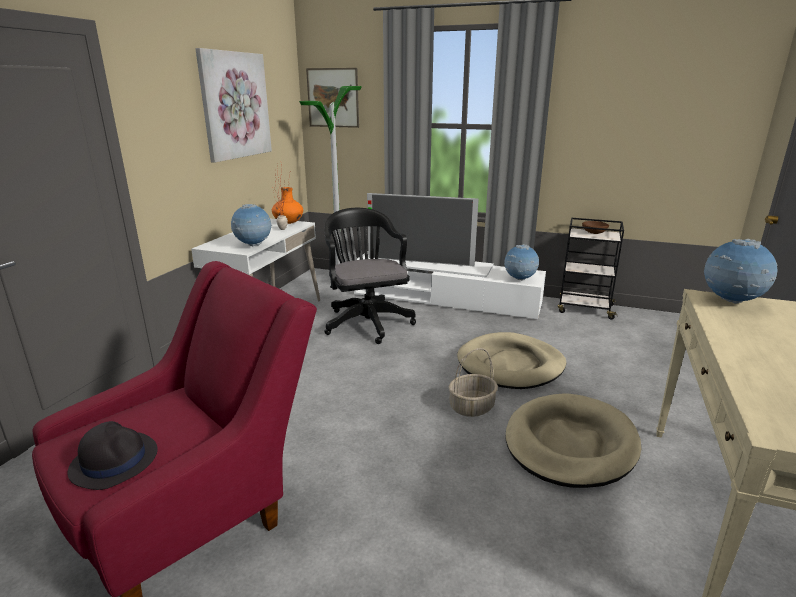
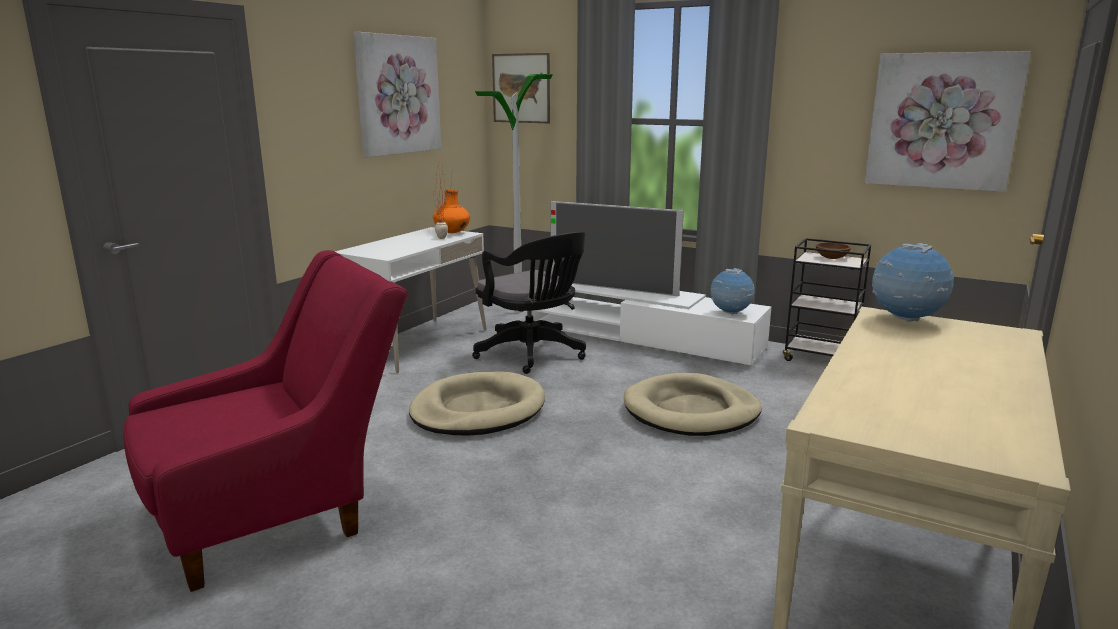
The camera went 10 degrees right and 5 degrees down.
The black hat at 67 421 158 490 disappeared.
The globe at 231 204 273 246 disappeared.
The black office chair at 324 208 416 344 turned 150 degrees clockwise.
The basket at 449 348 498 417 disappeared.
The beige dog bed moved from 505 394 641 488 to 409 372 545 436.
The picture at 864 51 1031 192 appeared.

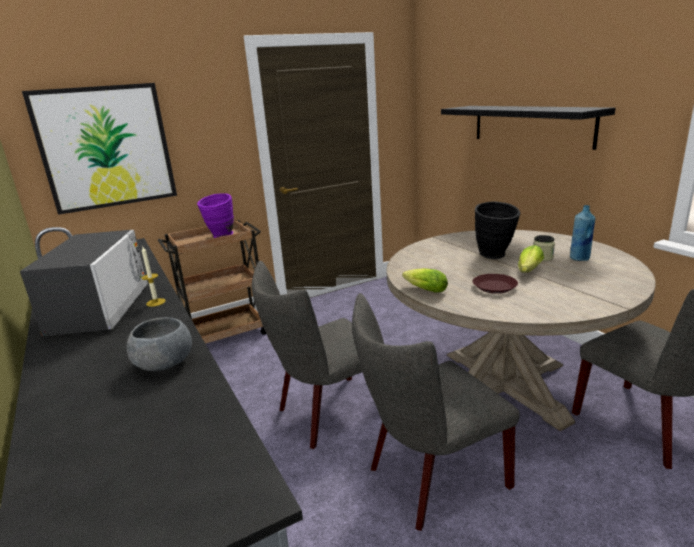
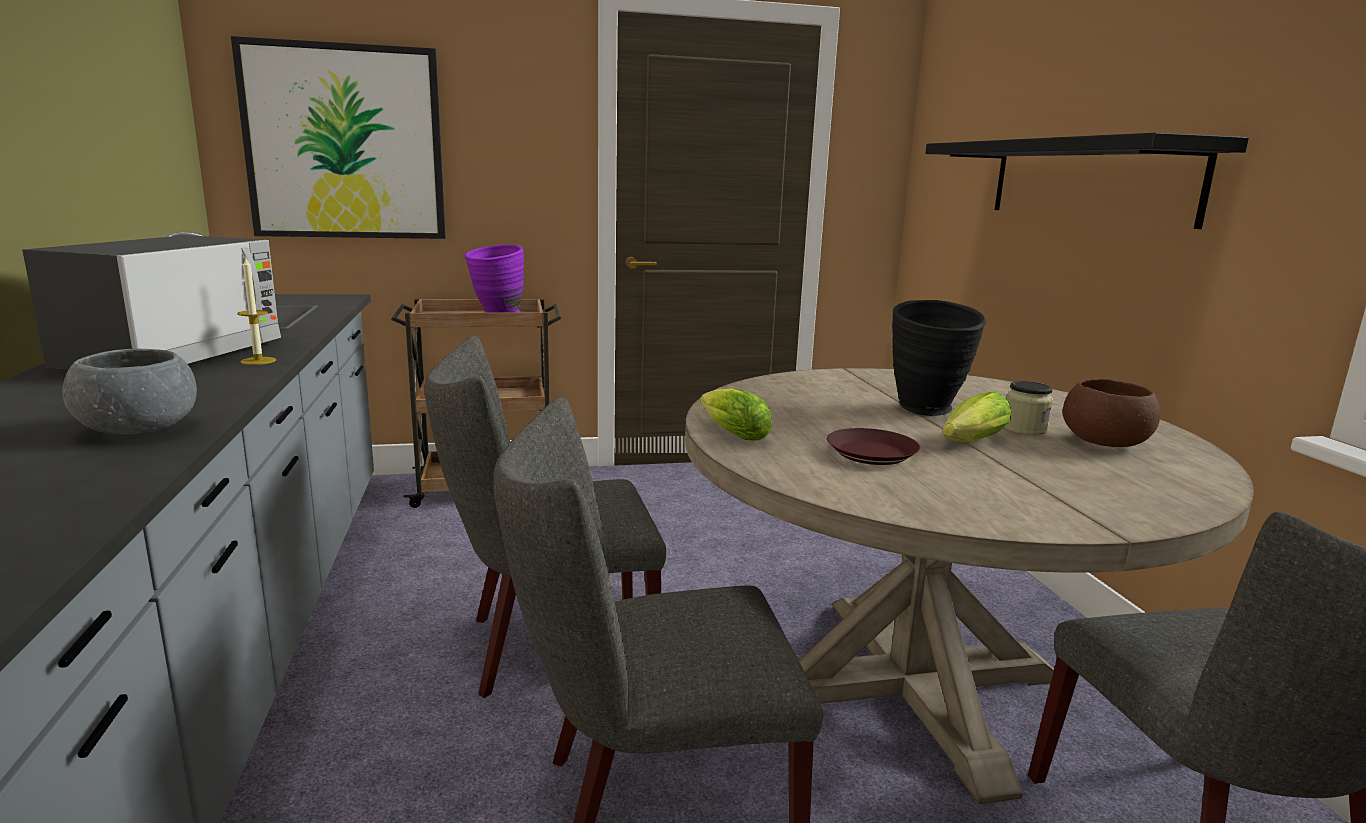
The camera went 15 degrees right and 5 degrees down.
The blue bottle at 570 205 595 261 was replaced by the brown bowl at 1063 378 1160 447.

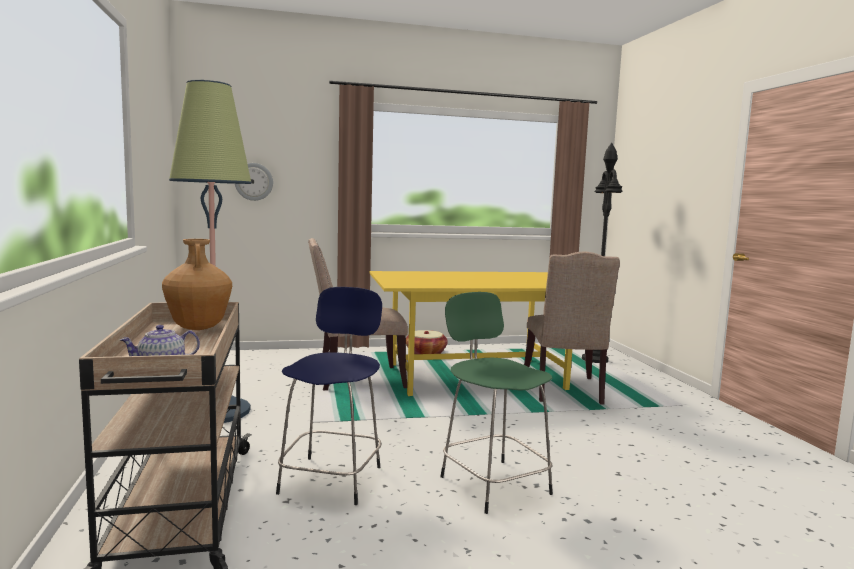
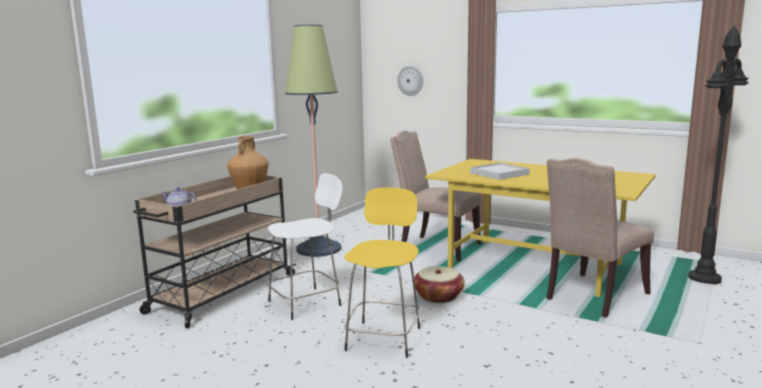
The camera went 45 degrees right and 5 degrees up.
The blue stool at 276 287 382 505 became the white stool at 267 173 343 320.
The basket moved from 406 330 448 354 to 414 266 465 303.
The green stool at 440 292 553 514 became the yellow stool at 344 187 421 358.
The white tray at 470 162 530 180 appeared.

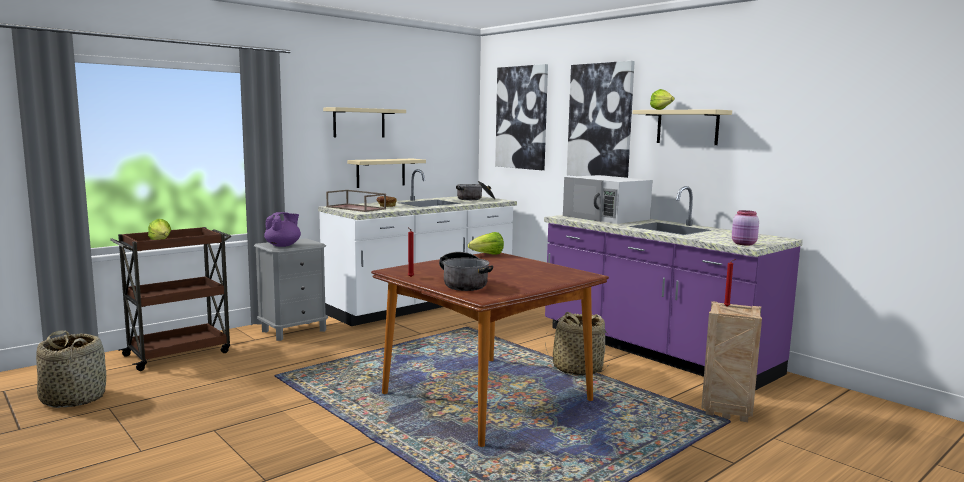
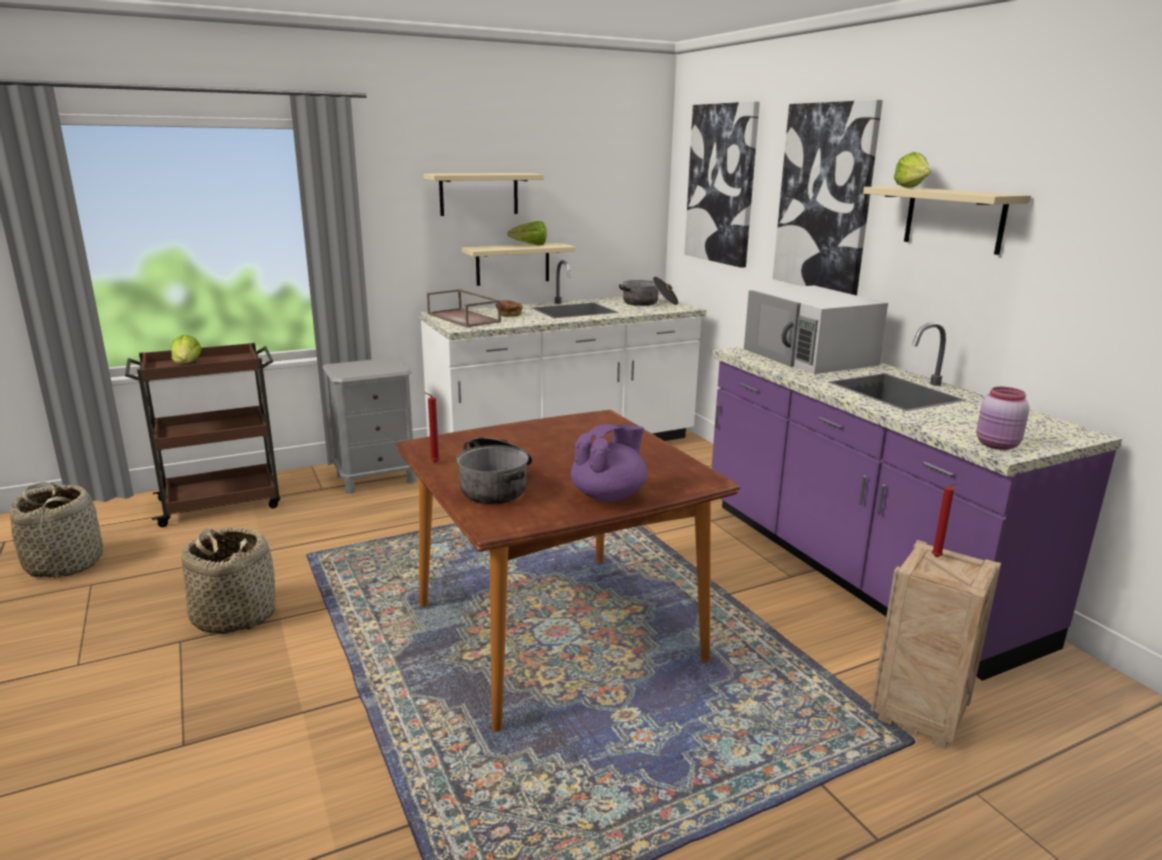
The camera went 15 degrees right and 10 degrees up.
The purple teapot moved from 264 212 301 247 to 571 424 647 502.
The lettuce moved from 468 232 504 255 to 507 221 547 245.
The basket moved from 545 312 609 376 to 182 527 275 634.

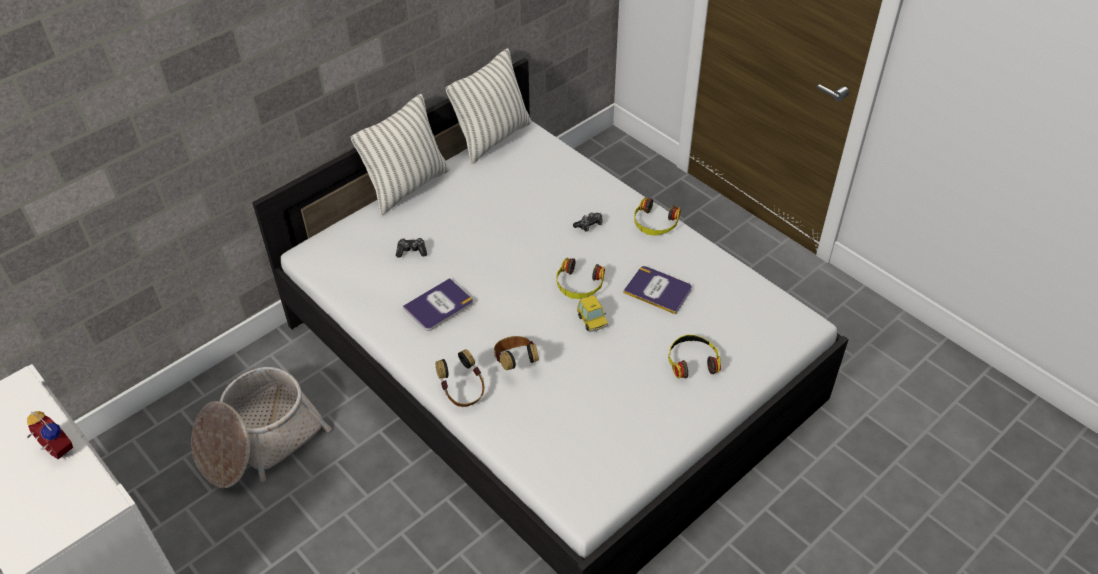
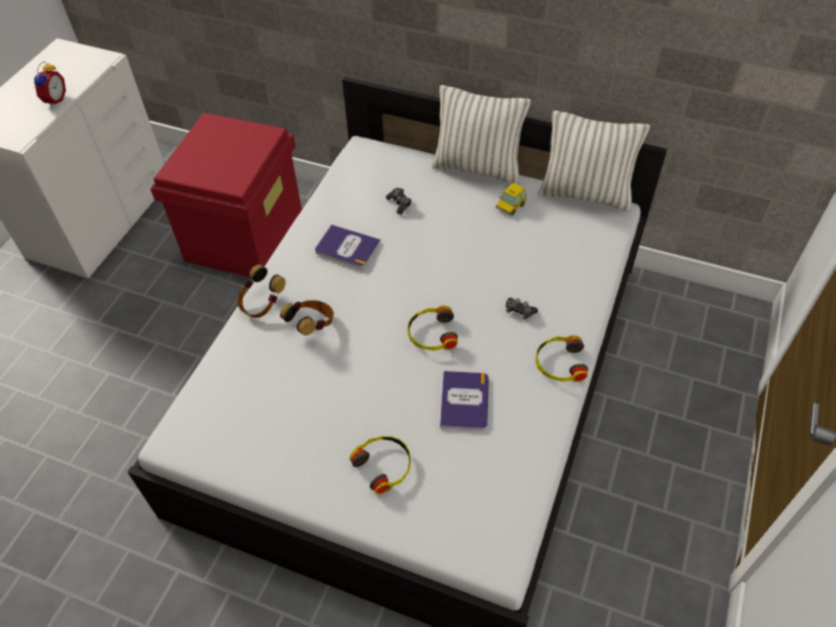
The camera went 65 degrees right and 5 degrees up.
The basket at 191 367 332 488 was replaced by the red storage box at 151 113 302 277.
The toy car moved from 577 295 608 332 to 495 183 526 216.

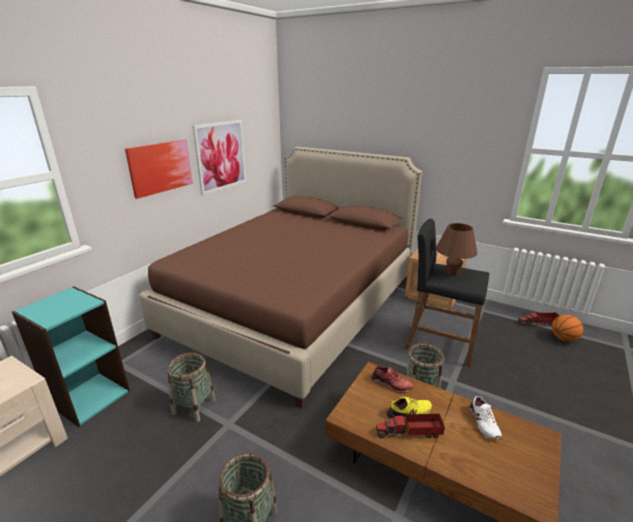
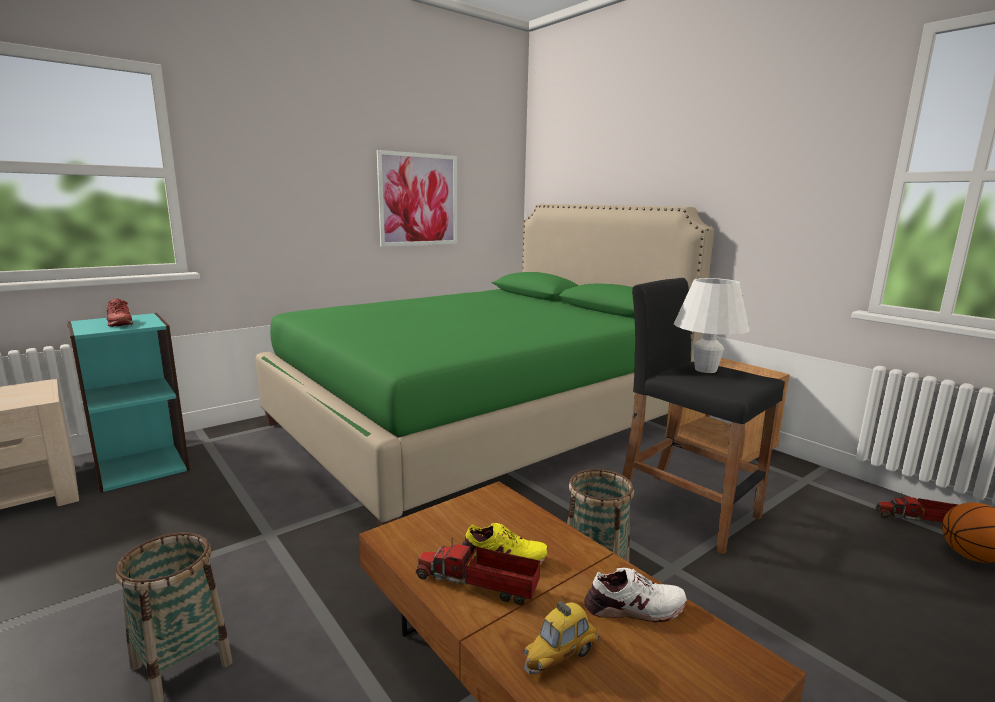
The camera went 20 degrees right and 10 degrees down.
The picture at 125 140 193 199 disappeared.
The brown bed at 139 147 423 408 became the green bed at 255 204 714 527.
The basket at 168 352 216 422 disappeared.
The red shoe moved from 371 365 414 394 to 107 298 133 327.
The brown table lamp at 436 223 477 276 became the white table lamp at 674 278 750 373.
The white shoe at 469 396 502 439 turned 105 degrees counterclockwise.
The toy car at 523 601 600 675 appeared.

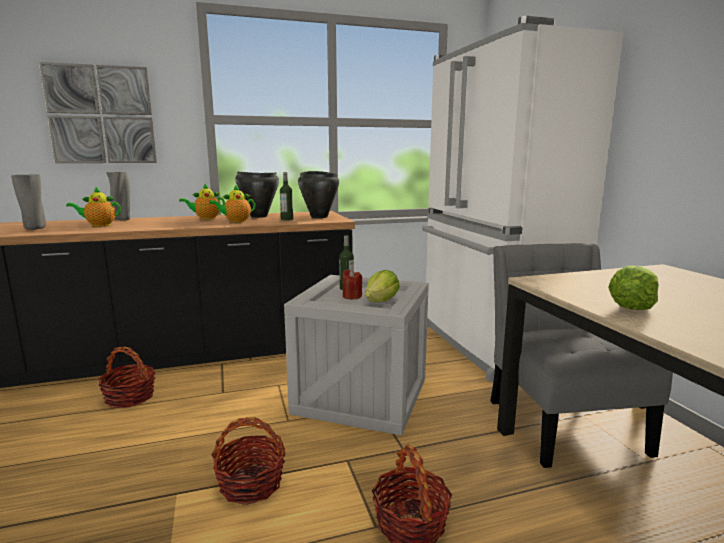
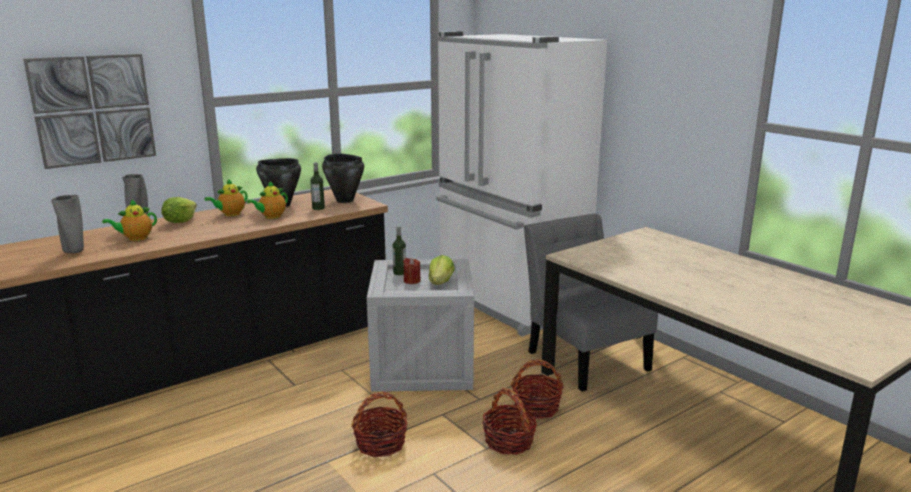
The camera went 20 degrees left and 5 degrees up.
The basket moved from 98 346 155 408 to 510 360 564 419.
The lettuce moved from 608 266 659 310 to 161 197 197 223.

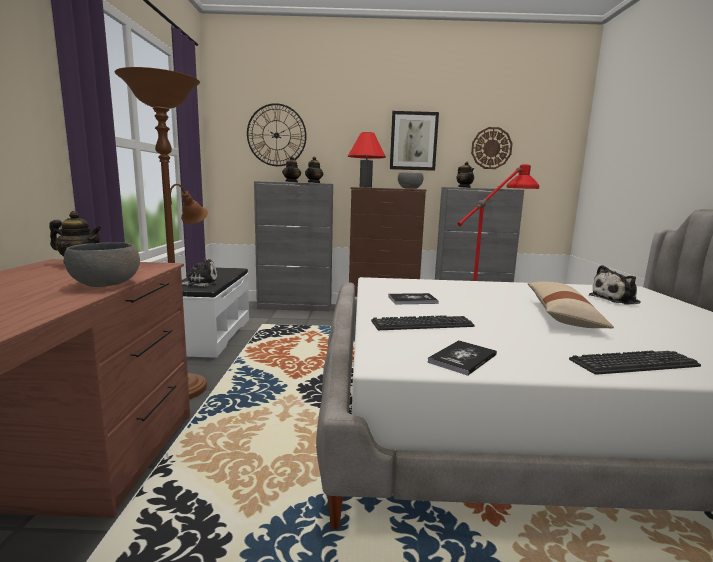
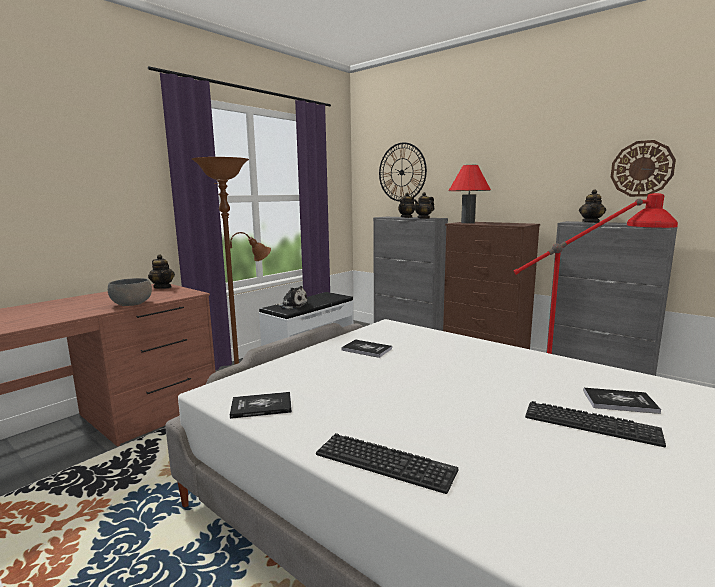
The camera went 40 degrees right and 0 degrees up.
The keyboard moved from 371 315 475 330 to 525 401 666 447.
The picture at 390 111 439 171 disappeared.
The grey bowl at 398 172 423 189 disappeared.
The beige pillow at 527 282 614 328 disappeared.
The plush toy at 589 265 641 305 was replaced by the book at 584 388 661 414.

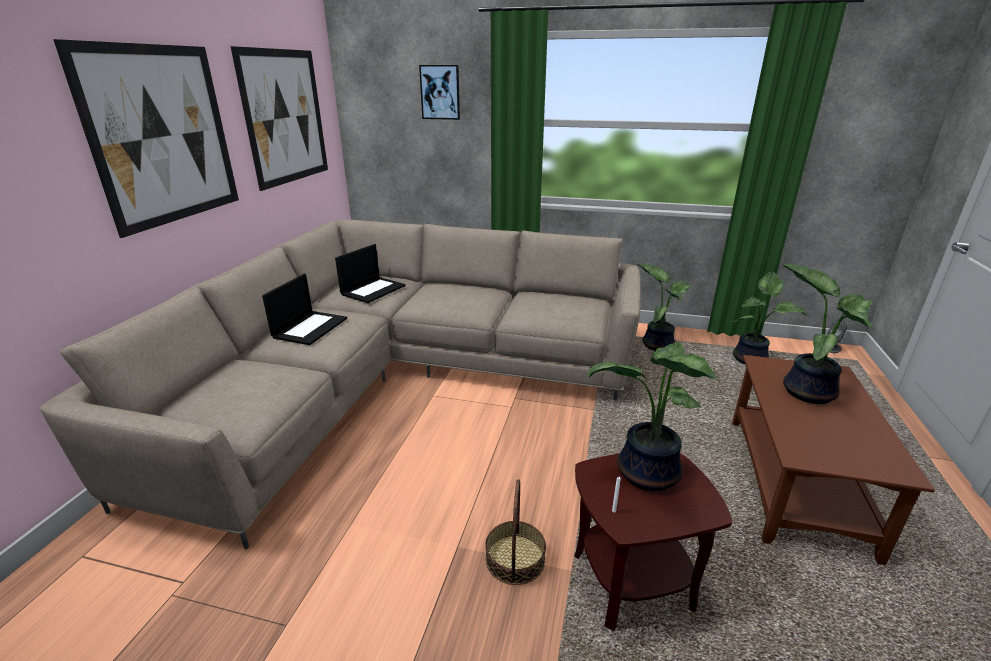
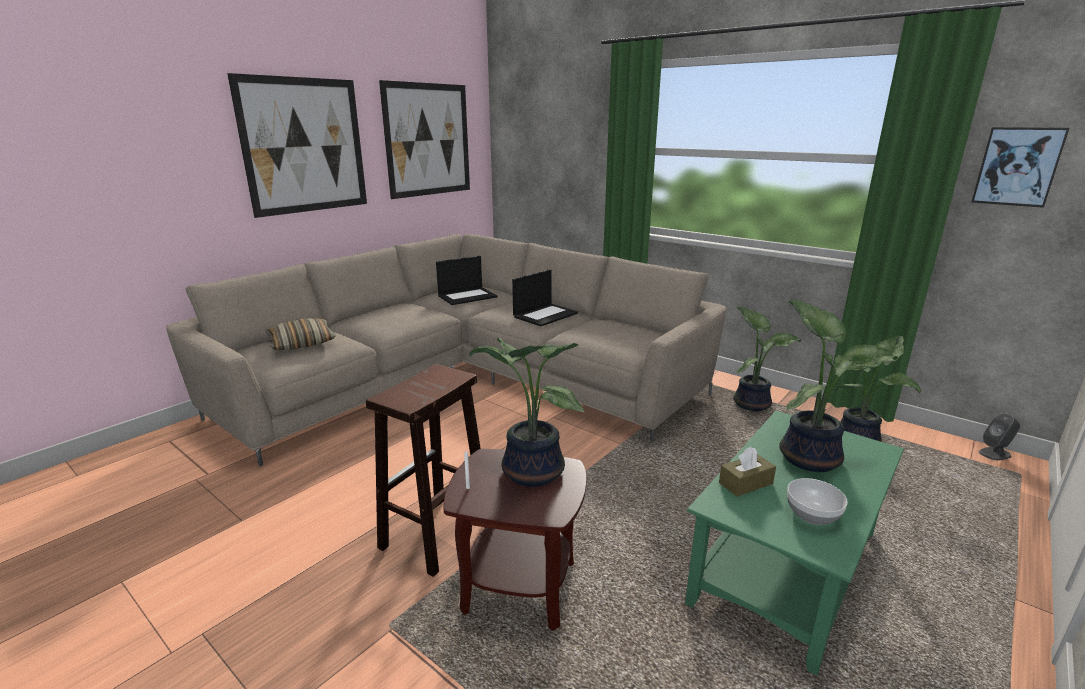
The camera went 25 degrees right and 5 degrees down.
The laptop moved from 262 274 347 345 to 512 269 578 326.
The picture moved from 419 65 460 120 to 972 127 1069 208.
The basket at 485 479 546 585 was replaced by the brown stool at 366 364 481 577.
The brown coffee table at 732 355 935 565 became the green coffee table at 685 411 904 676.
The pillow at 265 318 336 350 appeared.
The brown tissue box at 719 447 776 497 appeared.
The bowl at 787 478 848 525 appeared.

